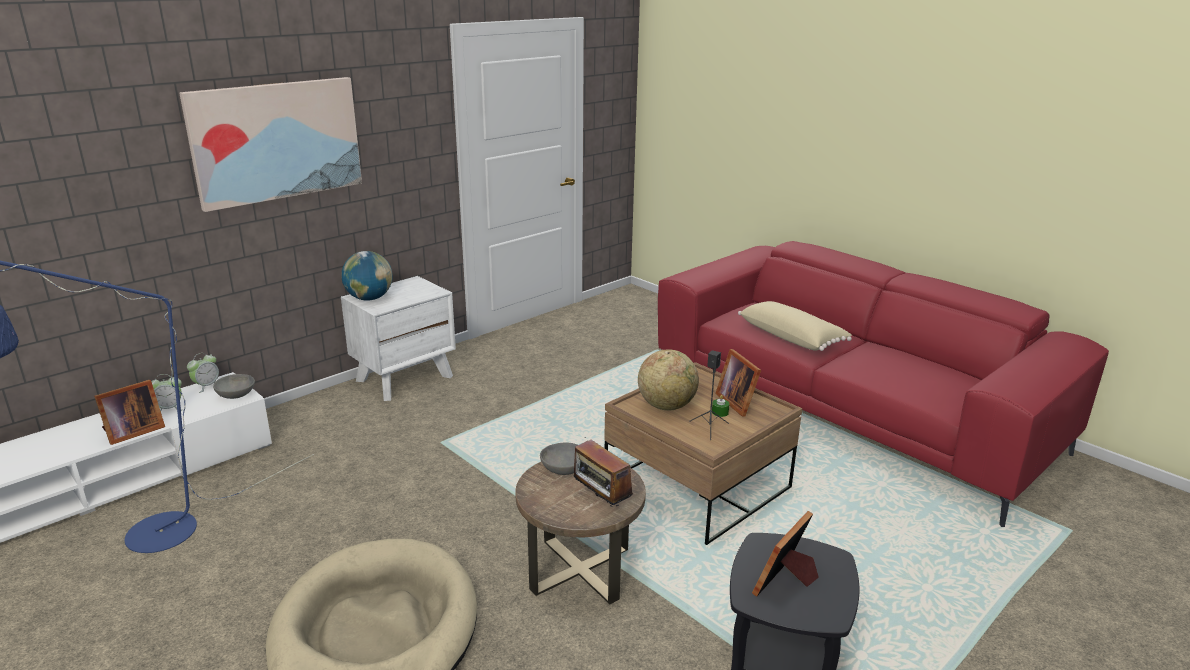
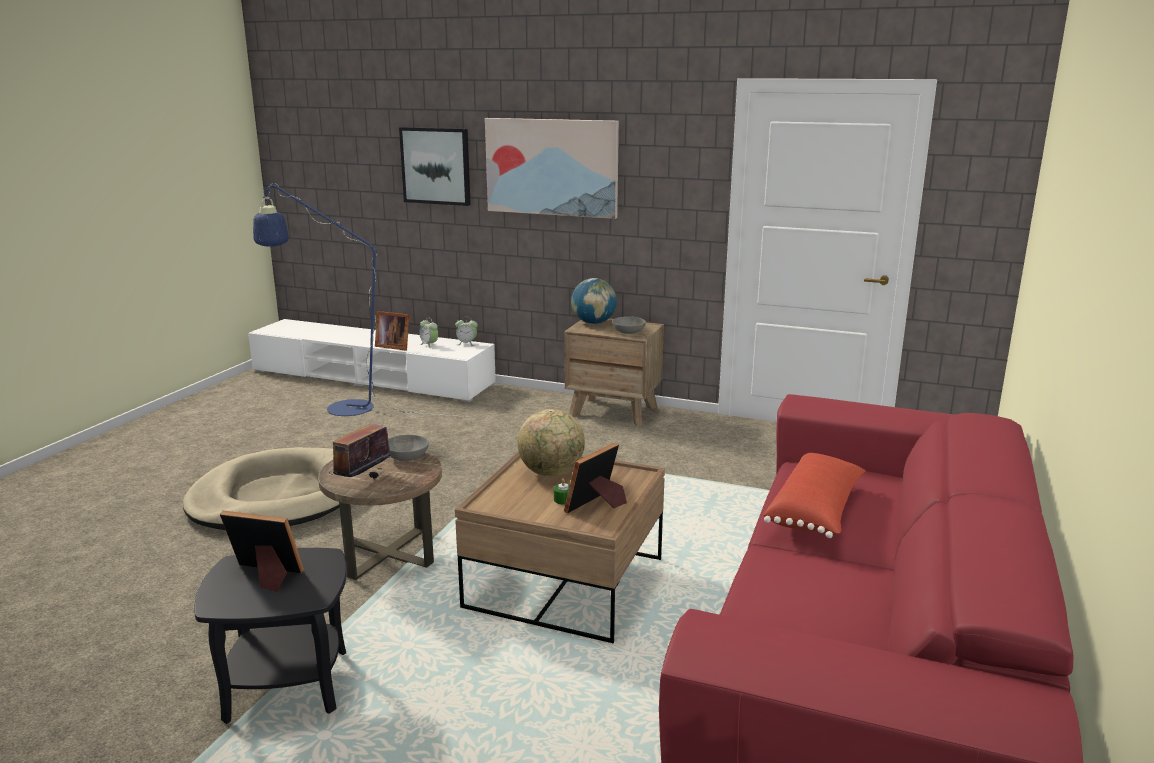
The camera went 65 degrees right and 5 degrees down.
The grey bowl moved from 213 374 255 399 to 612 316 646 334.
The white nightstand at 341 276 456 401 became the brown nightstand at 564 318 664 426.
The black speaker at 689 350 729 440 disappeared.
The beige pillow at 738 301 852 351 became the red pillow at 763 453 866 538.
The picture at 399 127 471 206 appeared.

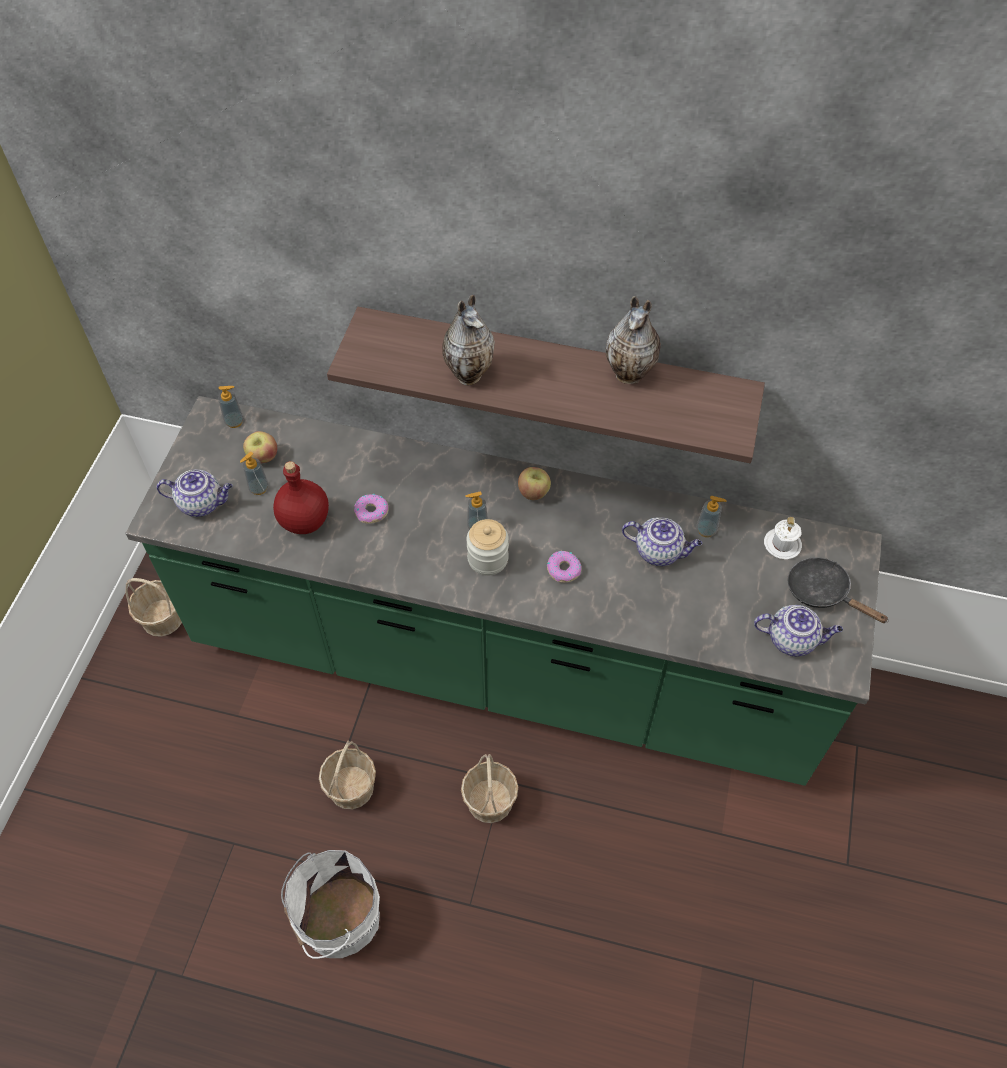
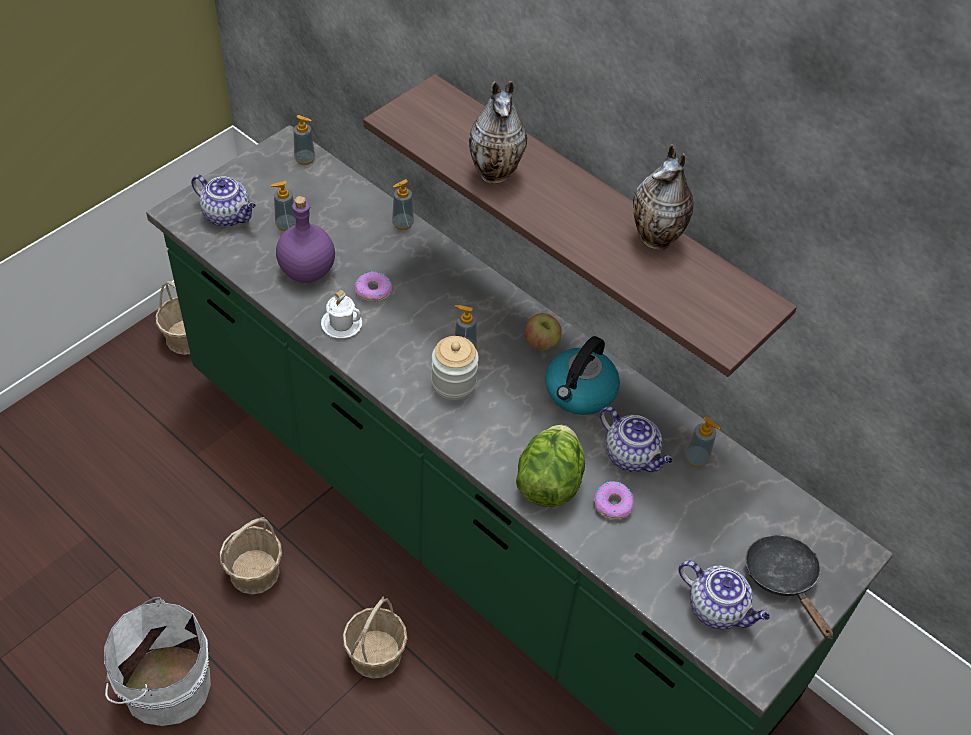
The camera went 25 degrees right and 5 degrees down.
The apple at 243 431 277 463 disappeared.
The red bottle at 273 461 329 534 became the purple bottle at 276 196 335 283.
The donut moved from 547 551 582 583 to 594 481 634 519.
The white mug moved from 764 517 802 559 to 321 290 362 338.
The soap dispenser at 392 179 414 230 appeared.
The lettuce at 516 425 585 507 appeared.
The kettle at 545 336 620 415 appeared.

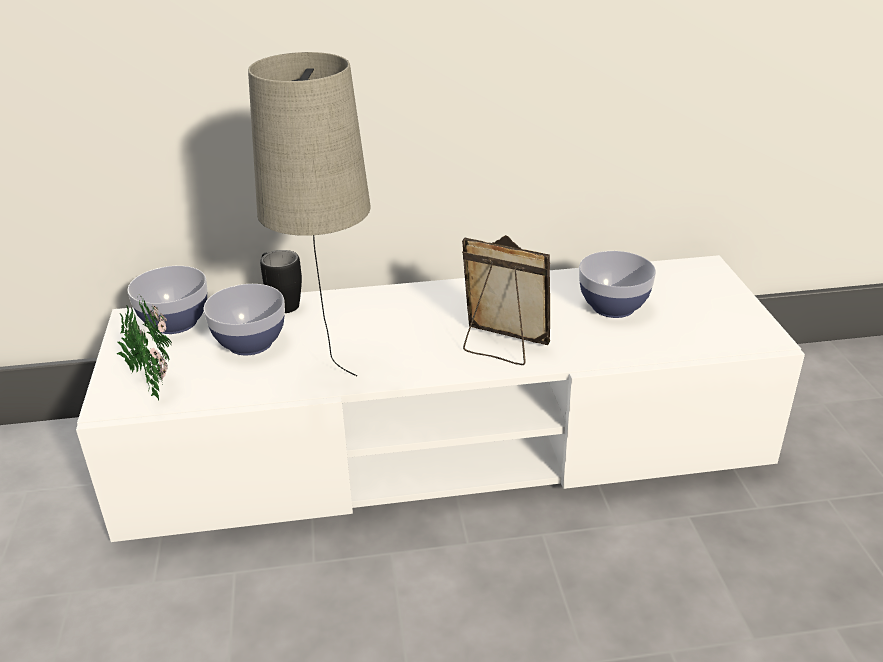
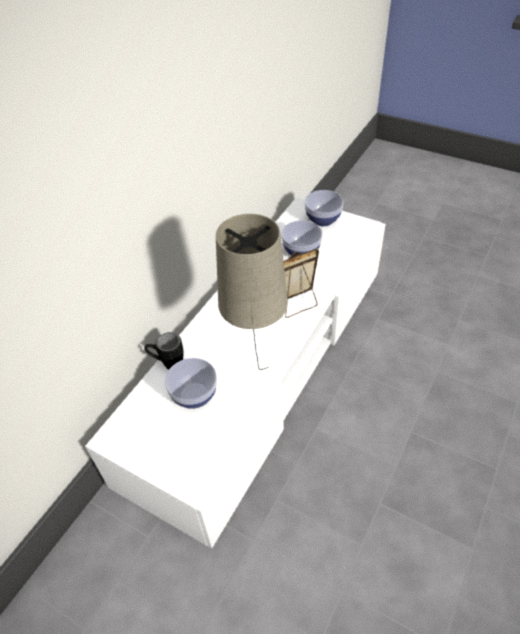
The camera went 50 degrees left and 15 degrees up.
The potted plant at 116 296 172 401 disappeared.
The bowl moved from 128 266 208 334 to 305 190 343 226.

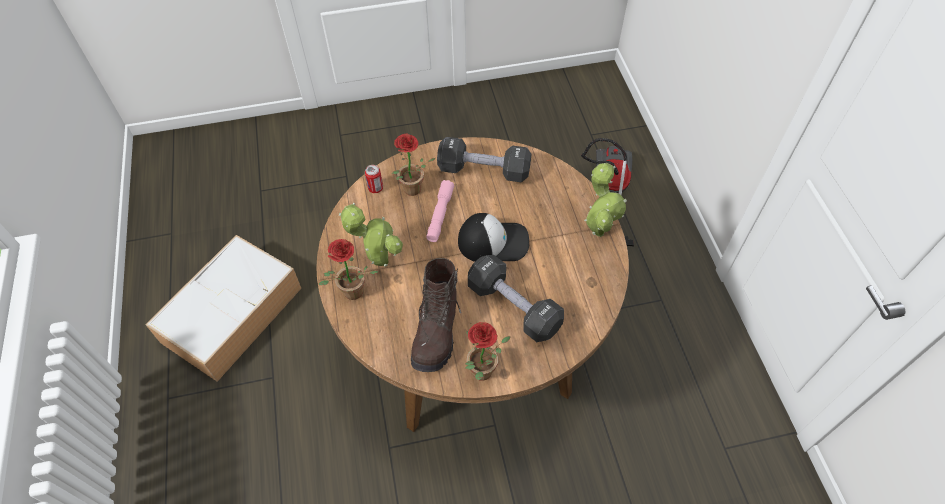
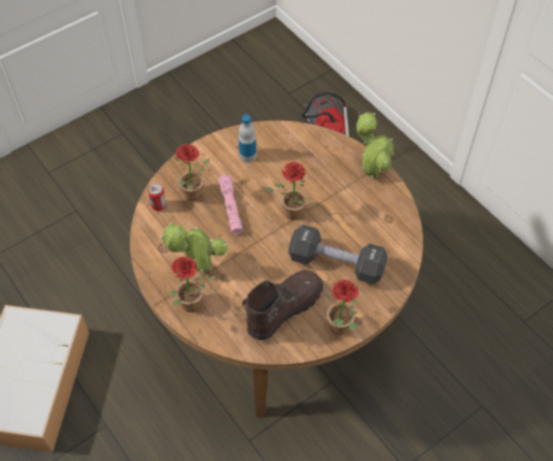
The camera went 25 degrees left and 0 degrees up.
The brown boot at 411 258 461 372 turned 120 degrees counterclockwise.
The black dumbbell at 437 137 531 182 was replaced by the bottle at 238 114 257 162.
The cap at 458 213 529 262 was replaced by the potted plant at 264 162 316 220.

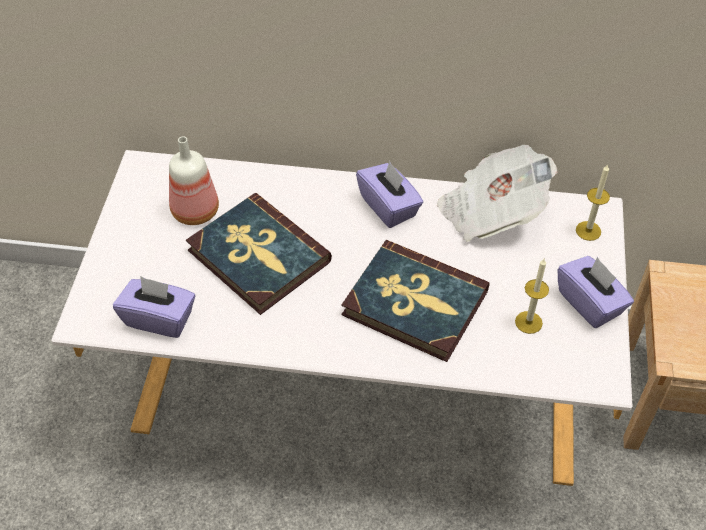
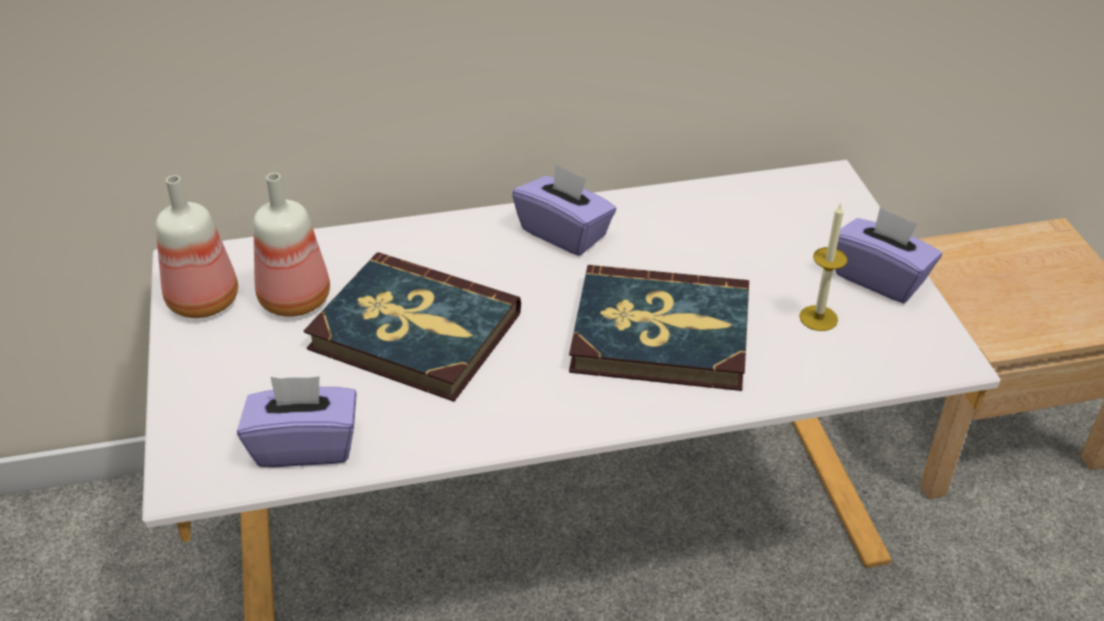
The camera went 20 degrees left and 10 degrees down.
The newspaper at 437 145 558 242 disappeared.
The candle at 576 164 610 241 disappeared.
The bottle at 156 175 238 318 appeared.

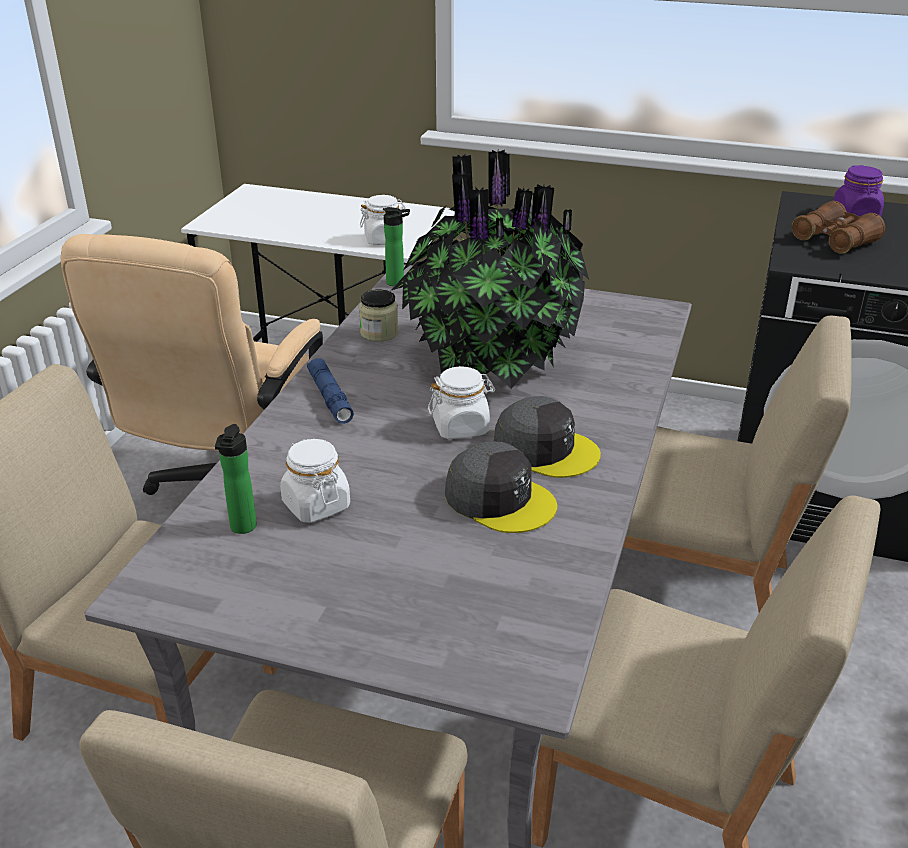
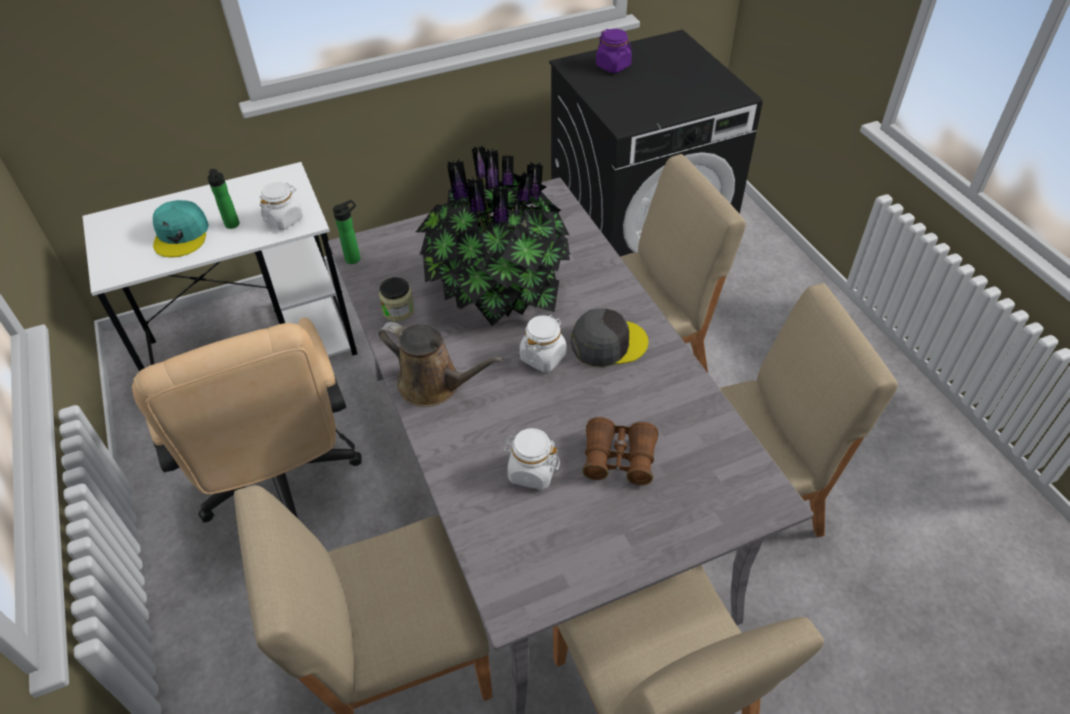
The camera went 40 degrees left and 15 degrees up.
The bottle moved from 215 424 257 534 to 207 169 239 229.
The blue flashlight at 307 358 354 424 was replaced by the brown watering can at 378 322 504 407.
The grey cap at 445 441 557 533 disappeared.
The brown binoculars moved from 792 201 885 254 to 582 417 658 485.
The turquoise cap at 153 200 209 257 appeared.

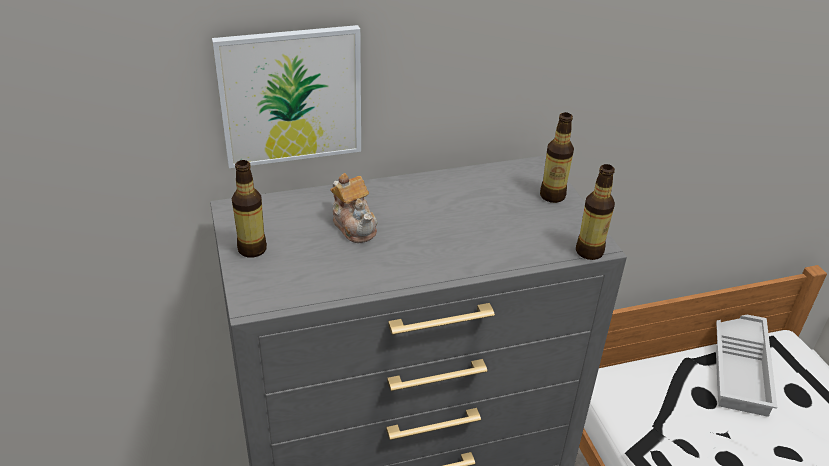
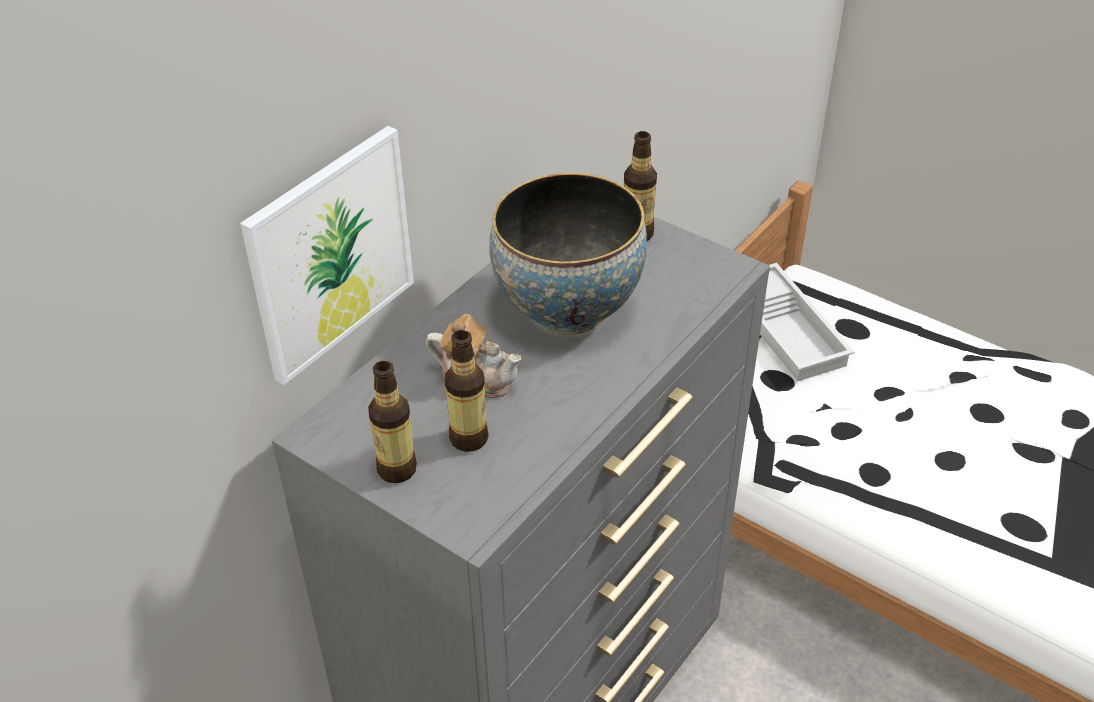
The camera went 35 degrees left and 5 degrees up.
The bottle moved from 576 164 615 260 to 445 330 489 452.
The bowl at 489 173 647 335 appeared.

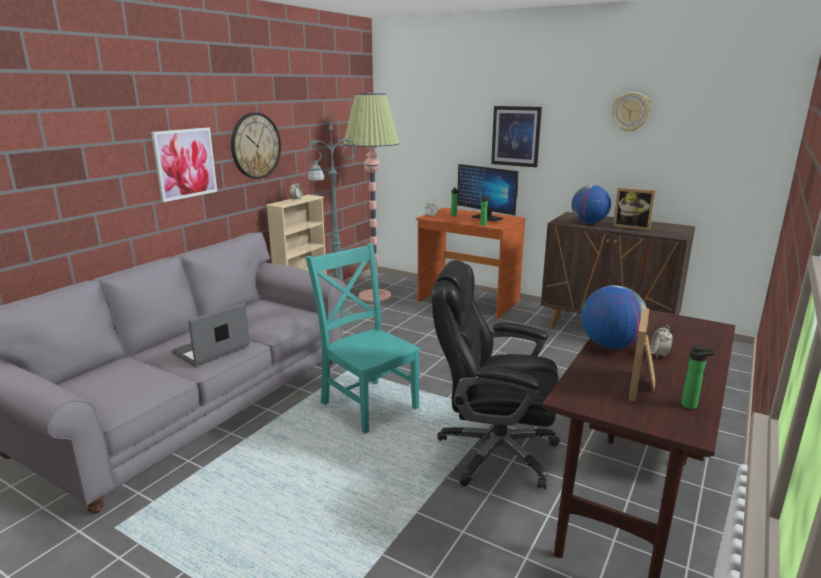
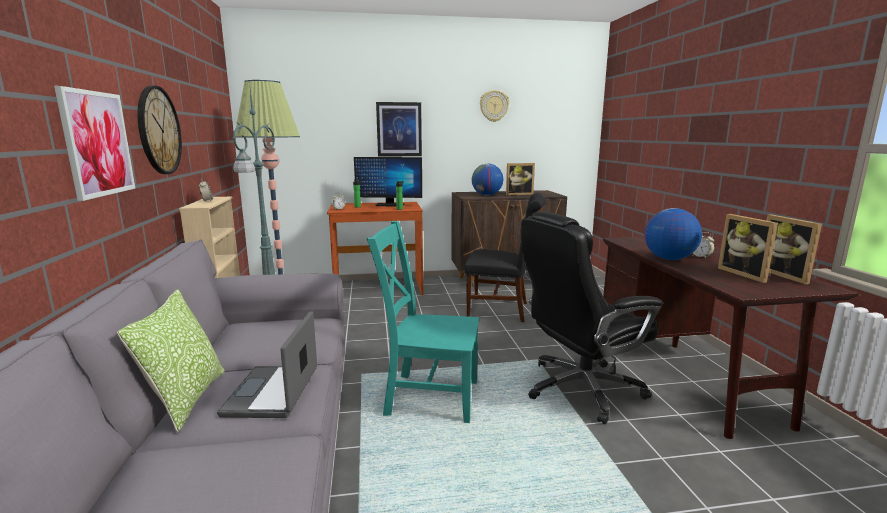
The camera went 40 degrees left and 5 degrees down.
The bottle at 681 346 715 409 was replaced by the picture frame at 766 214 822 284.
The pillow at 117 289 225 432 appeared.
The black chair at 465 193 546 322 appeared.

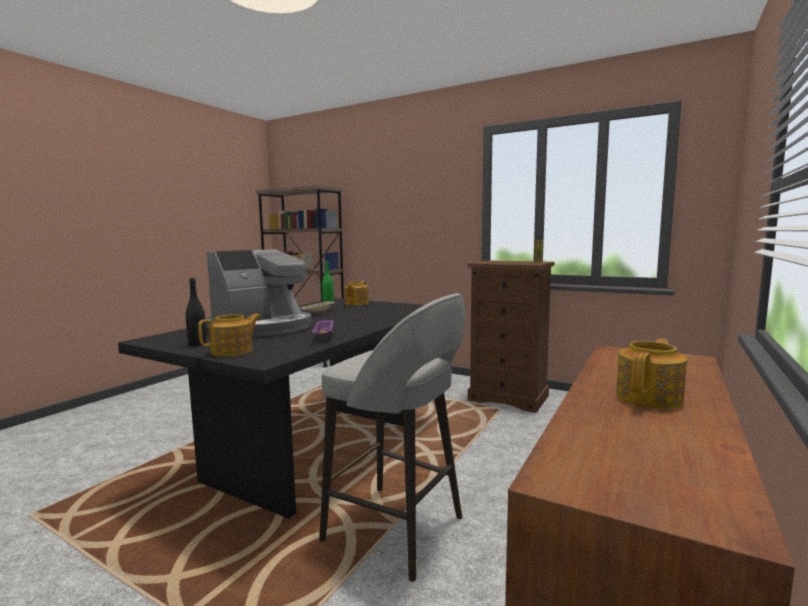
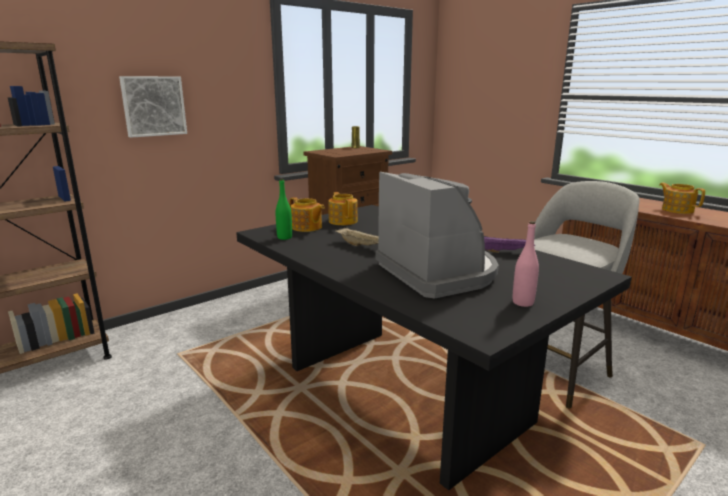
The camera went 70 degrees left and 10 degrees up.
The black bottle at 186 278 207 346 became the pink bottle at 513 221 539 307.
The teapot moved from 198 314 261 357 to 328 192 358 225.
The picture at 119 76 187 138 appeared.

